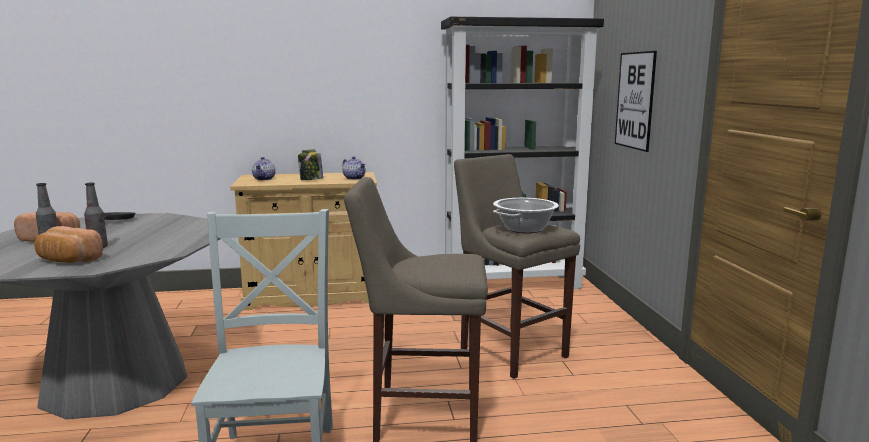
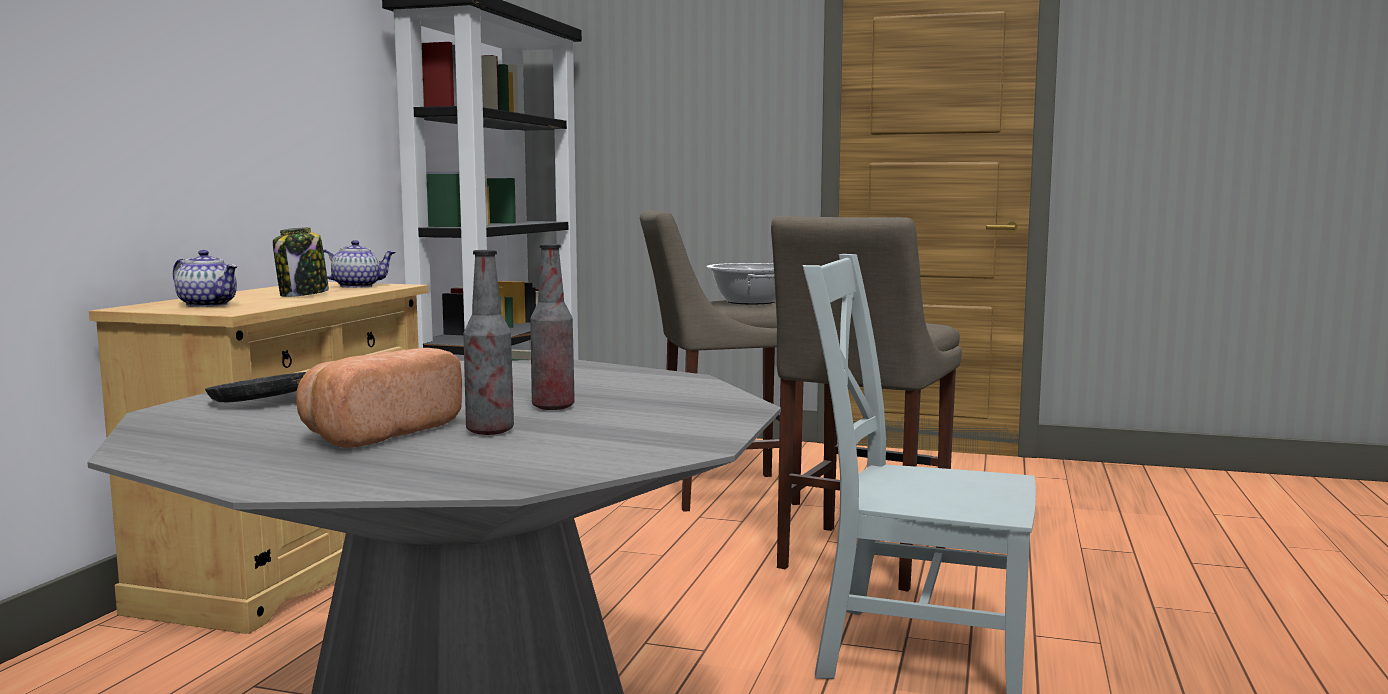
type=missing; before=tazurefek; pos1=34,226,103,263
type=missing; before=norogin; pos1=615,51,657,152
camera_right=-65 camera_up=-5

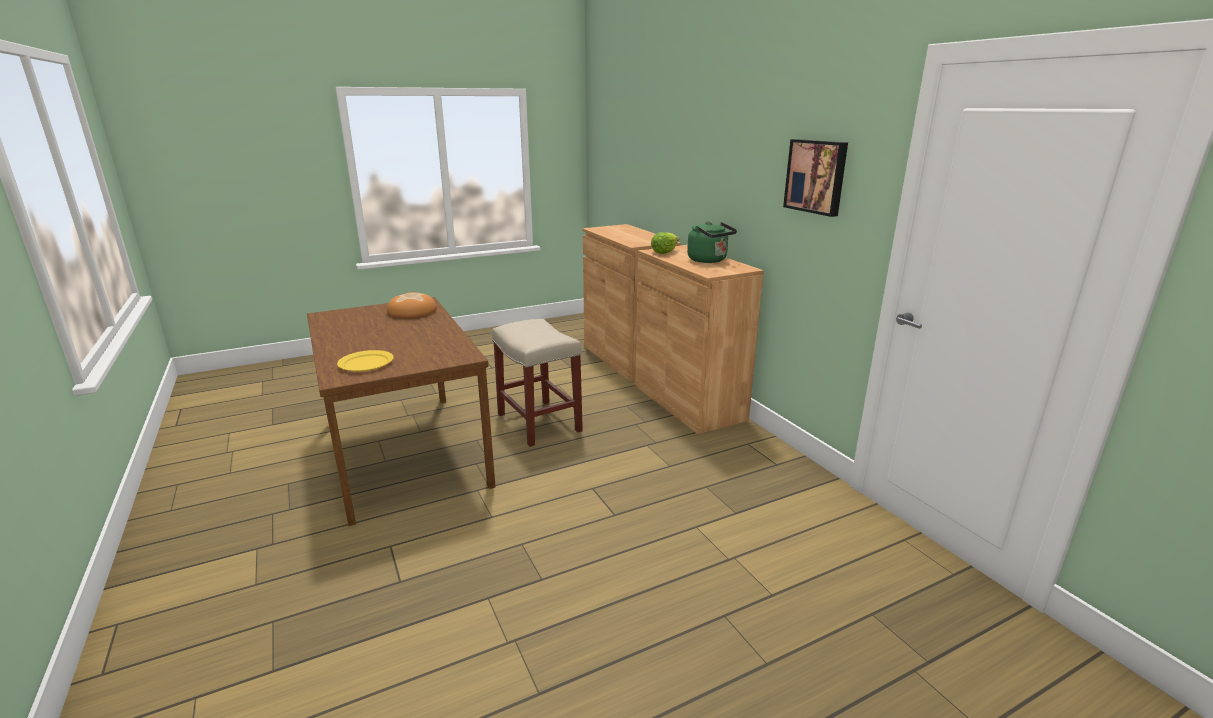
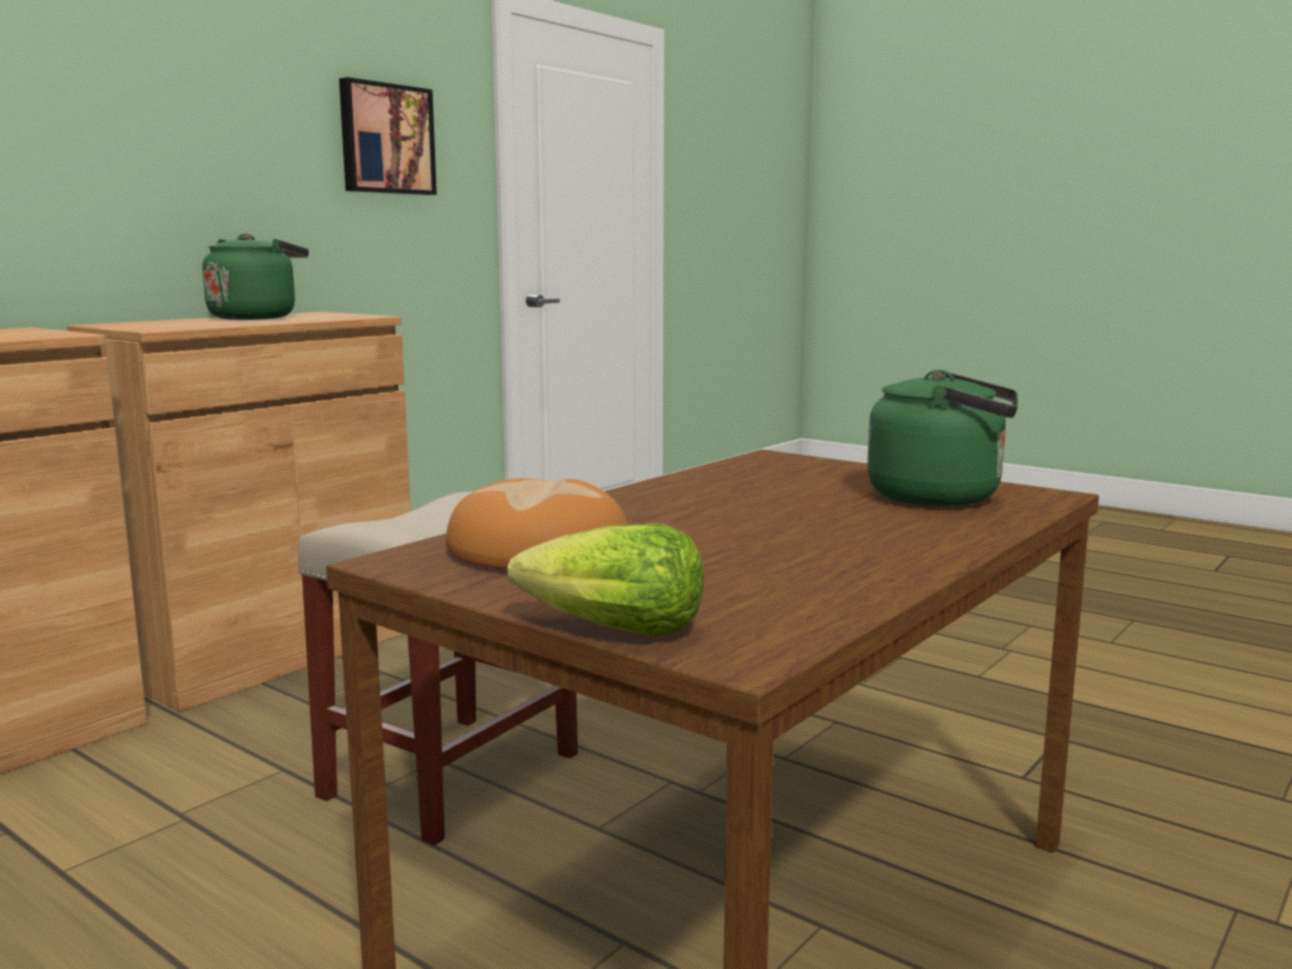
type=exchanged; before=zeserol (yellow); after=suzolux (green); pos1=337,350,394,372; pos2=867,370,1018,506
type=relocated; before=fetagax; pos1=651,232,679,254; pos2=507,523,704,636
camera_right=-115 camera_up=-10

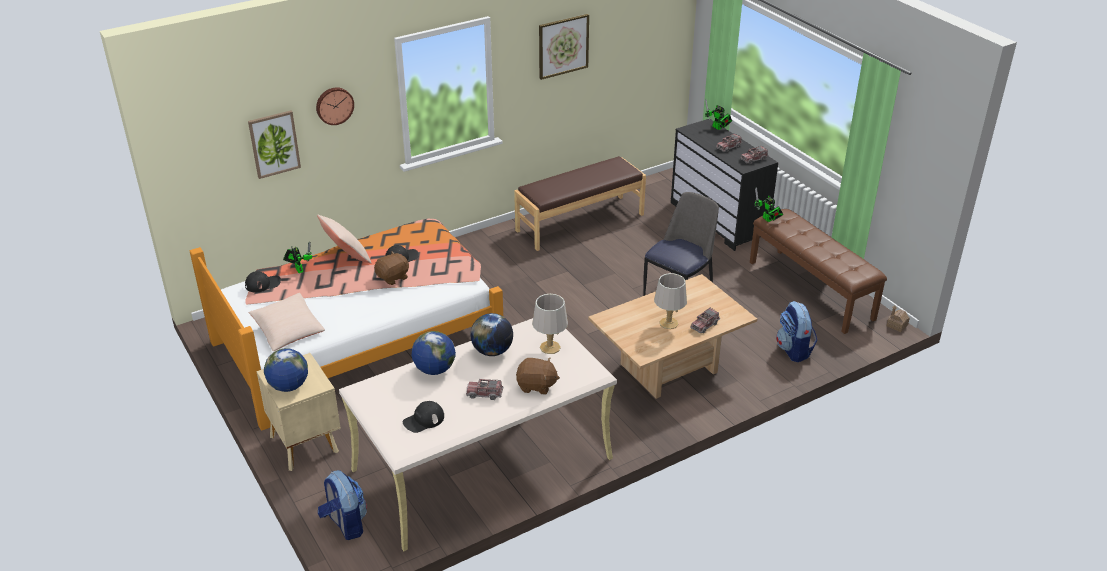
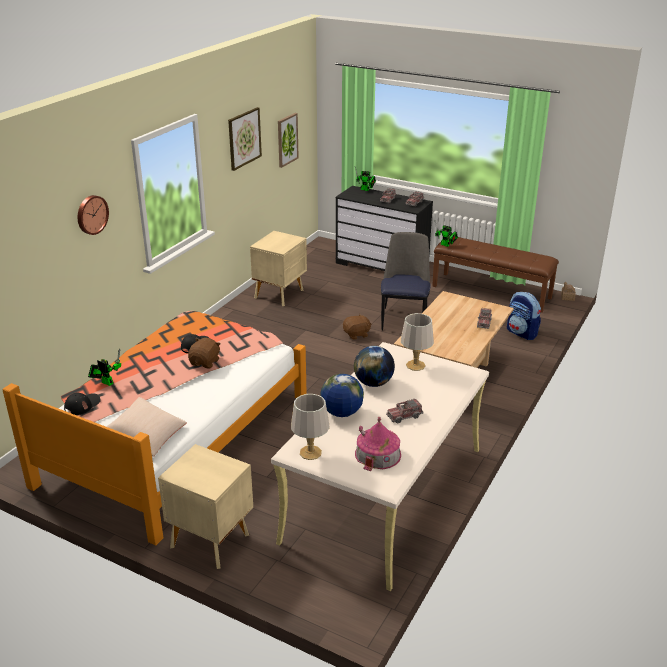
type=relocated; before=norogin; pos1=248,111,301,179; pos2=278,113,299,168
type=missing; before=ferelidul; pos1=264,348,308,392
type=missing; before=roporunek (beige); pos1=317,215,371,264
type=missing; before=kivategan; pos1=318,470,367,540
type=exchanged; before=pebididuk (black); after=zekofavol; pos1=403,401,444,433; pos2=355,417,401,471
type=exchanged; before=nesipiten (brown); after=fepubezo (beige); pos1=514,156,646,251; pos2=250,231,307,306
type=relocated; before=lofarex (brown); pos1=516,358,560,394; pos2=343,314,371,340
type=relocated; before=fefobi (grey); pos1=654,273,687,329; pos2=291,394,330,460
camera_right=-30 camera_up=-5

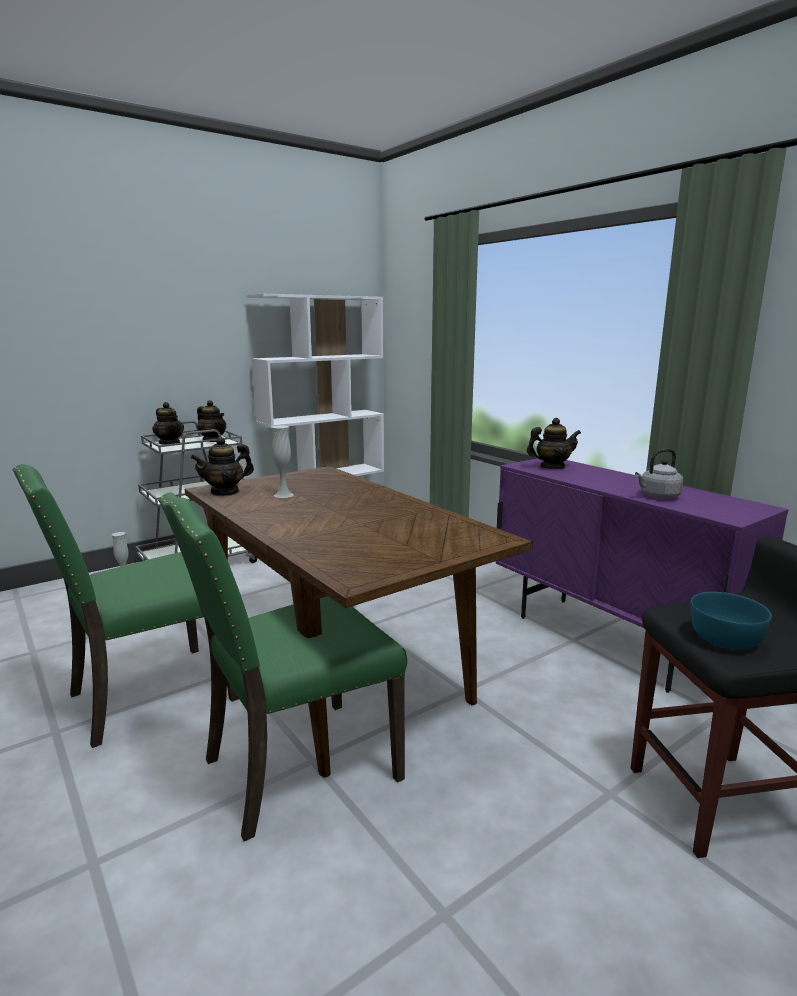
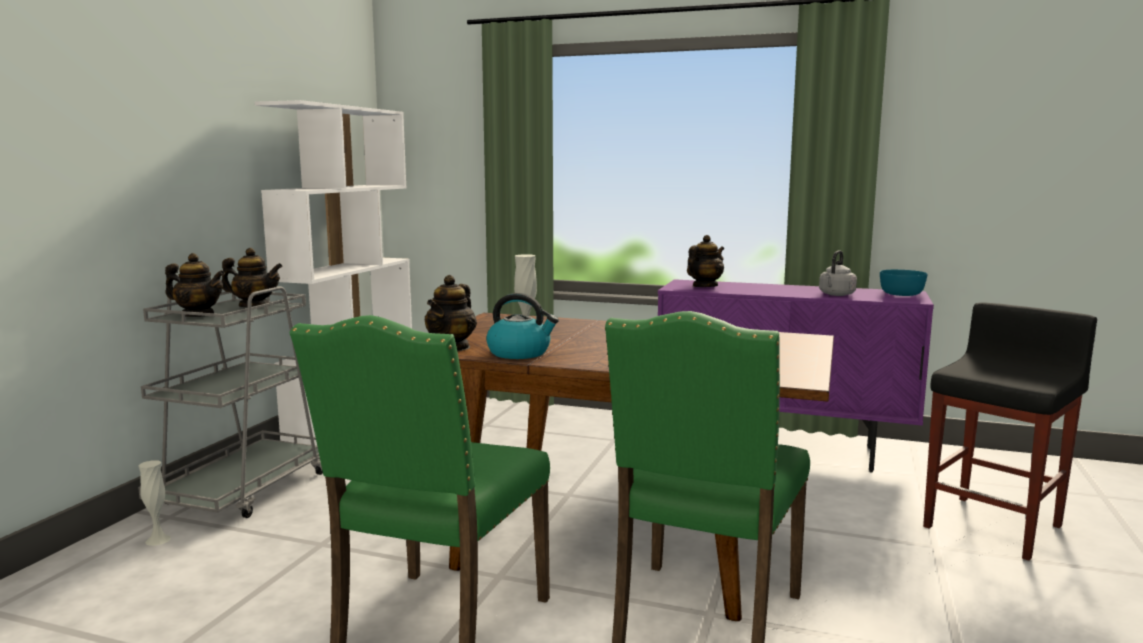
type=relocated; before=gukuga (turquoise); pos1=691,592,772,649; pos2=880,270,928,296
type=appeared; after=suzolux; pos2=486,293,559,359
camera_right=-35 camera_up=-5

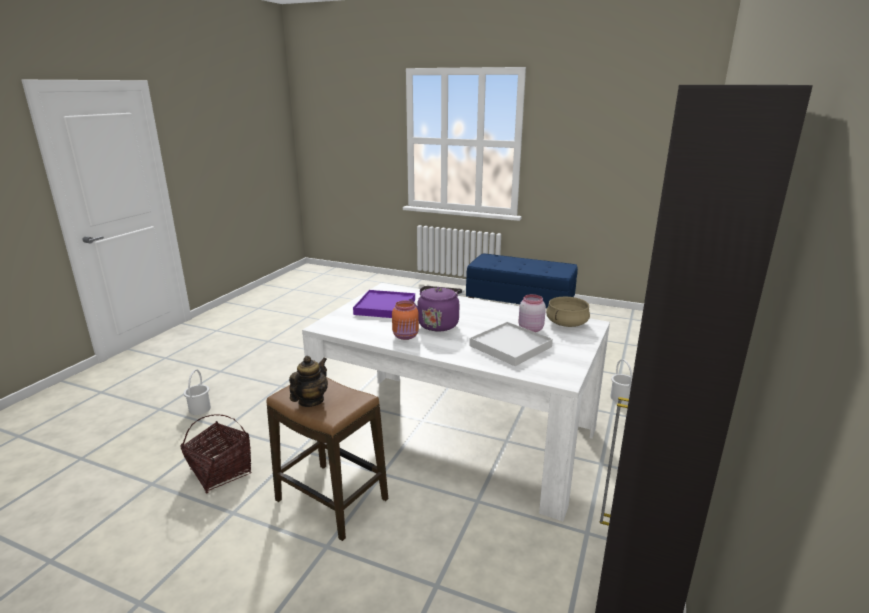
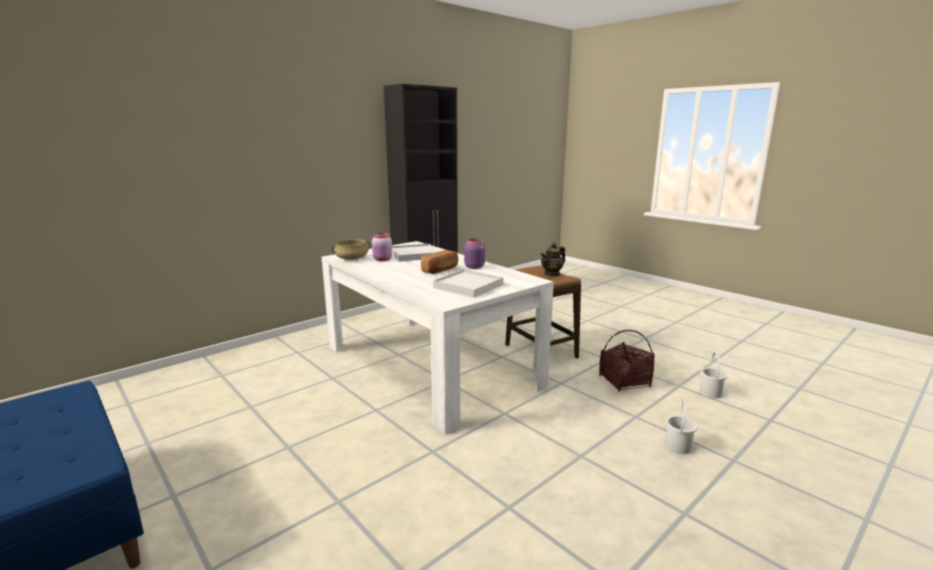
type=colour; before=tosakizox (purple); after=tosakizox (white); pos1=353,290,415,318; pos2=433,270,504,298
type=colour; before=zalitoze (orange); after=zalitoze (purple); pos1=392,300,419,340; pos2=464,239,485,269
type=exchanged; before=suzolux (purple); after=tazurefek; pos1=409,286,462,331; pos2=421,250,458,274
type=relocated; before=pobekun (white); pos1=610,359,633,403; pos2=699,352,727,398
camera_right=-155 camera_up=-5

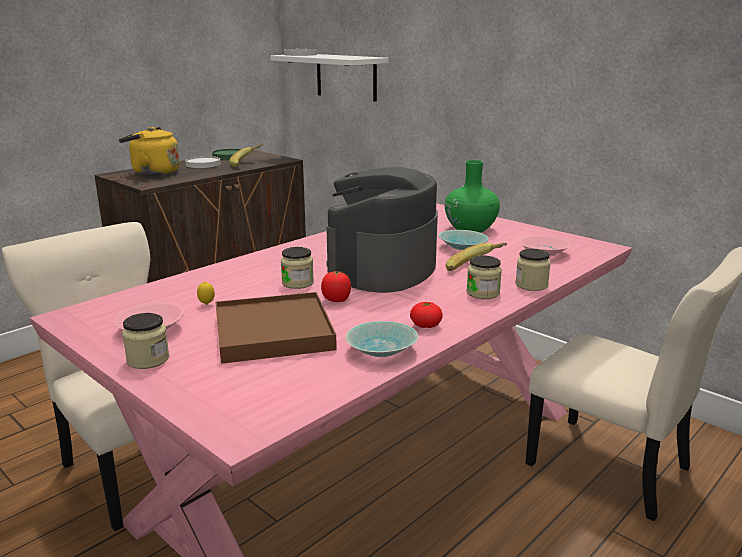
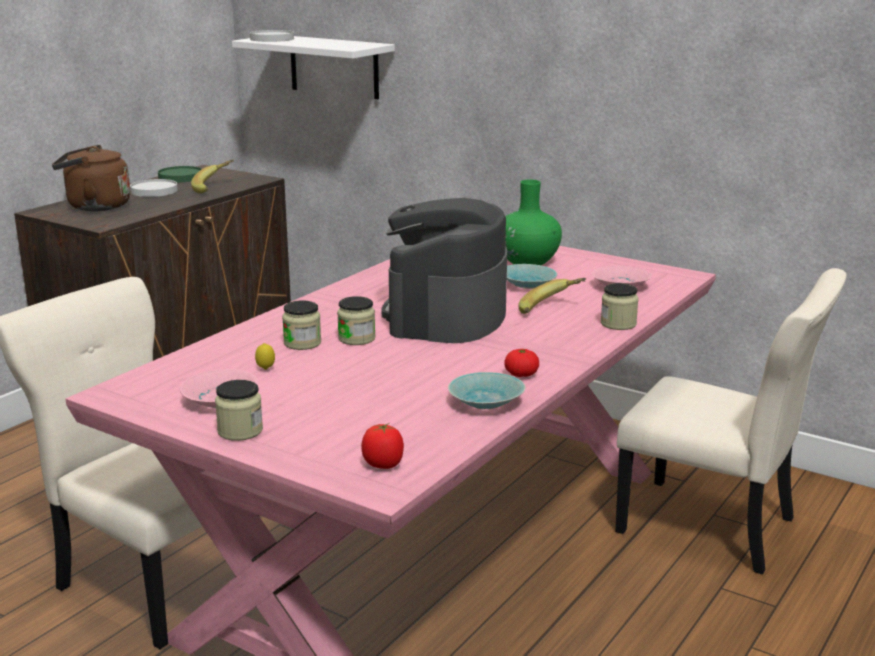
type=colour; before=suzolux (yellow); after=suzolux (brown); pos1=119,127,180,176; pos2=52,145,130,211
type=missing; before=tosakizox (brown); pos1=215,292,337,364
type=relocated; before=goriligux; pos1=321,271,351,302; pos2=361,423,404,469
type=relocated; before=zalitoze; pos1=467,255,502,299; pos2=282,300,321,350
camera_right=-10 camera_up=0

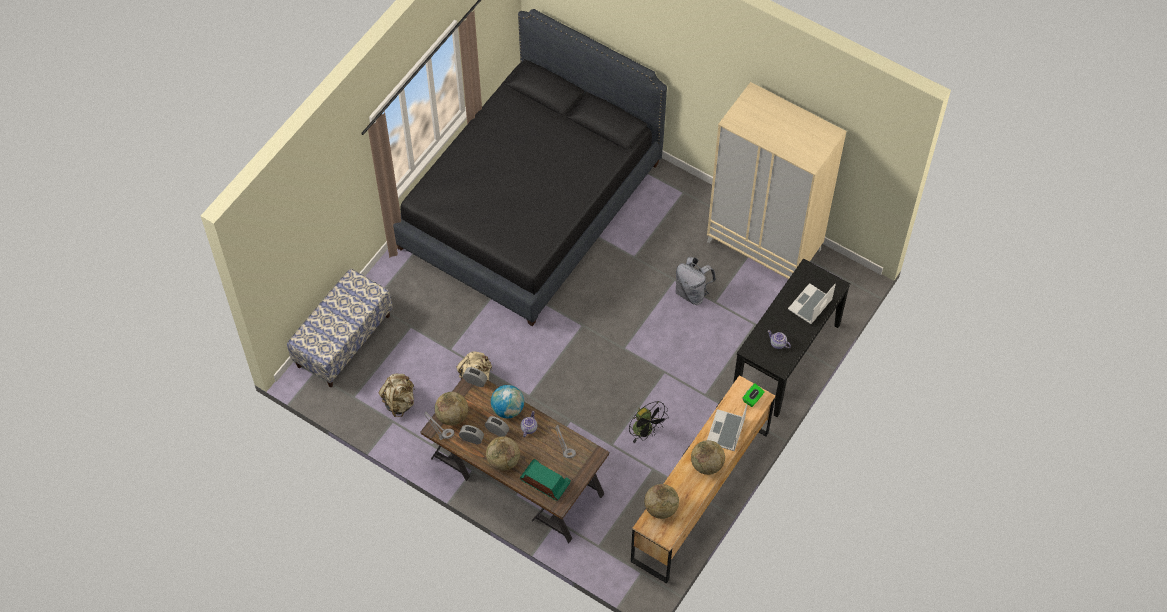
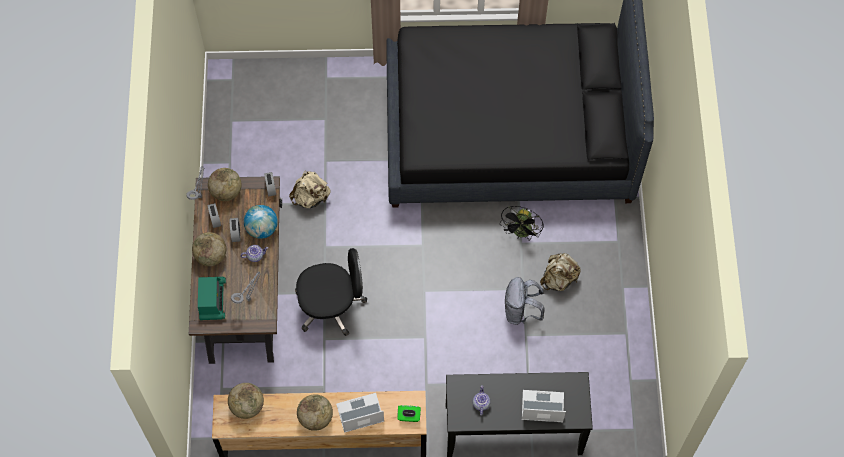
type=missing; before=nesipiten; pos1=287,269,393,387
type=relocated; before=kivategan (beige); pos1=379,374,415,417; pos2=540,253,581,291
type=relocated; before=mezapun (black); pos1=629,401,669,443; pos2=500,206,544,241
type=missing; before=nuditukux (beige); pos1=707,82,846,279
type=appeared; after=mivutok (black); pos2=295,248,367,336
camera_right=55 camera_up=5

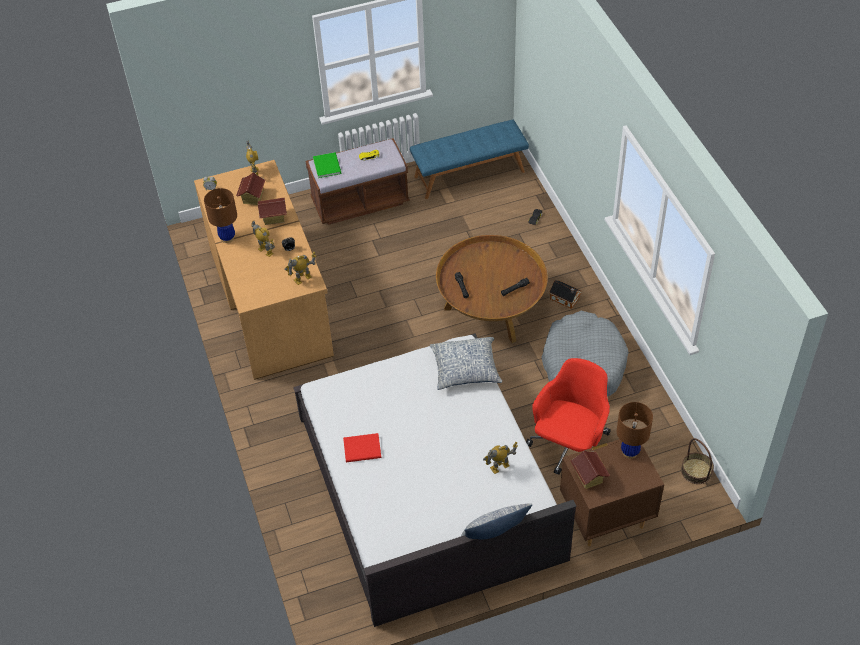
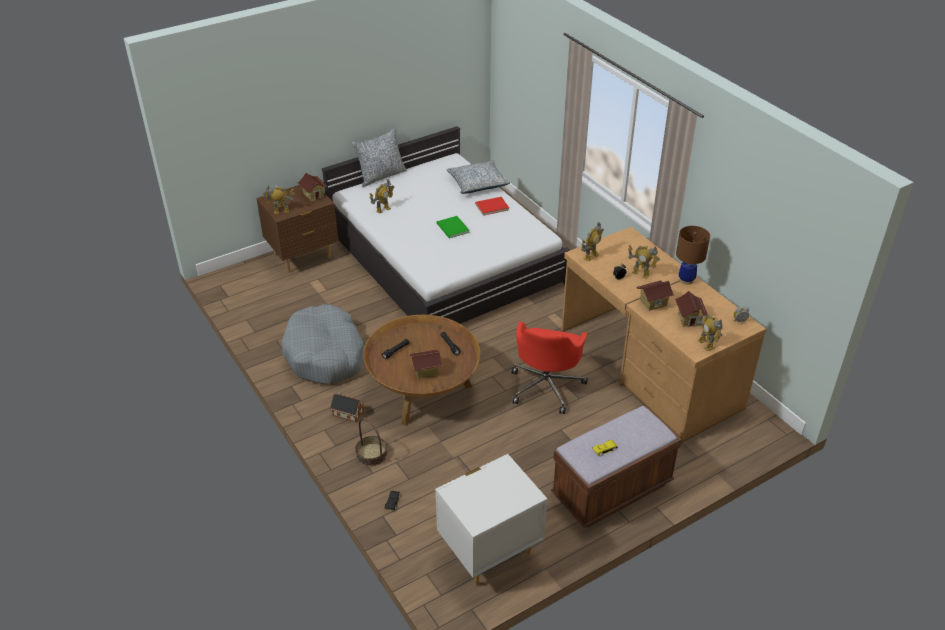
type=relocated; before=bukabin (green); pos1=313,152,341,178; pos2=437,216,470,239
type=exchanged; before=nesipiten (blue); after=fepubezo (white); pos1=410,120,529,199; pos2=435,454,547,586
type=relocated; before=roporunek; pos1=430,337,502,390; pos2=446,160,510,194
type=relocated; before=mivutok (red); pos1=526,358,611,475; pos2=512,322,588,414
type=exchanged; before=fefobi (brown); after=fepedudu; pos1=617,402,653,459; pos2=263,185,294,214
type=relocated; before=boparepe; pos1=681,438,714,484; pos2=356,418,387,466
type=appeared; after=zekofavol; pos2=410,349,442,378
camera_right=165 camera_up=-10

